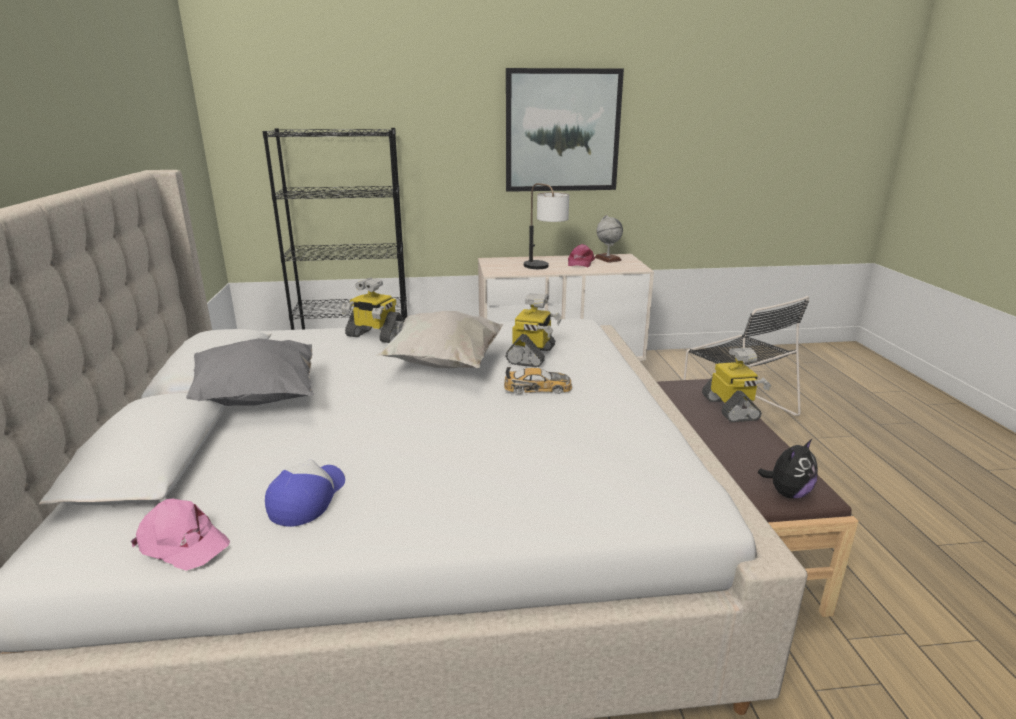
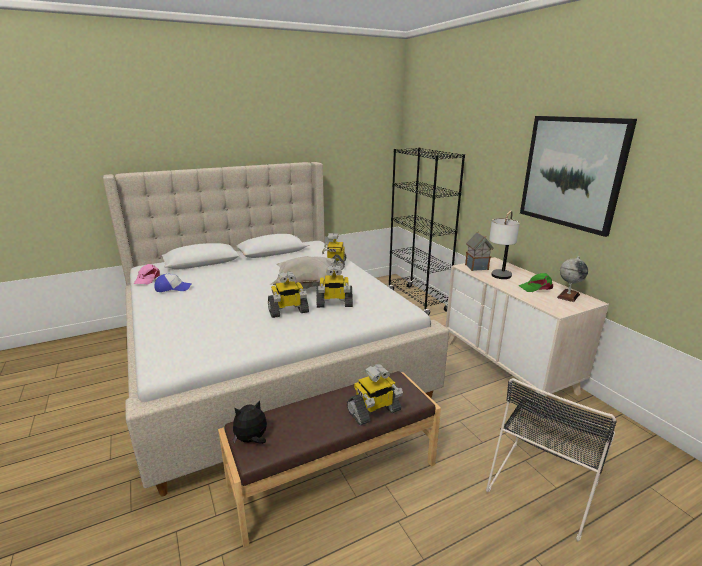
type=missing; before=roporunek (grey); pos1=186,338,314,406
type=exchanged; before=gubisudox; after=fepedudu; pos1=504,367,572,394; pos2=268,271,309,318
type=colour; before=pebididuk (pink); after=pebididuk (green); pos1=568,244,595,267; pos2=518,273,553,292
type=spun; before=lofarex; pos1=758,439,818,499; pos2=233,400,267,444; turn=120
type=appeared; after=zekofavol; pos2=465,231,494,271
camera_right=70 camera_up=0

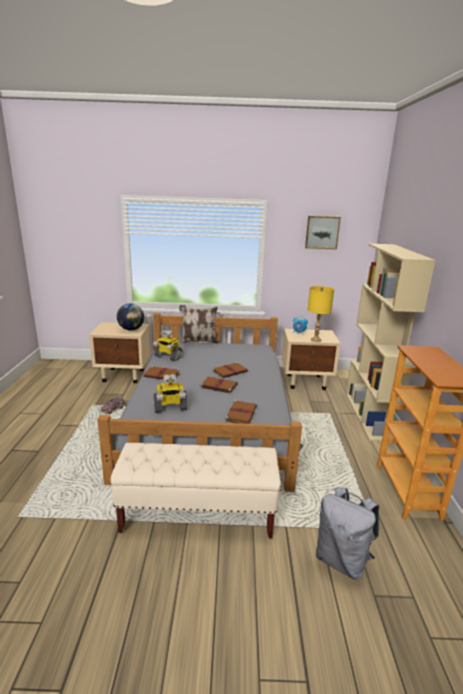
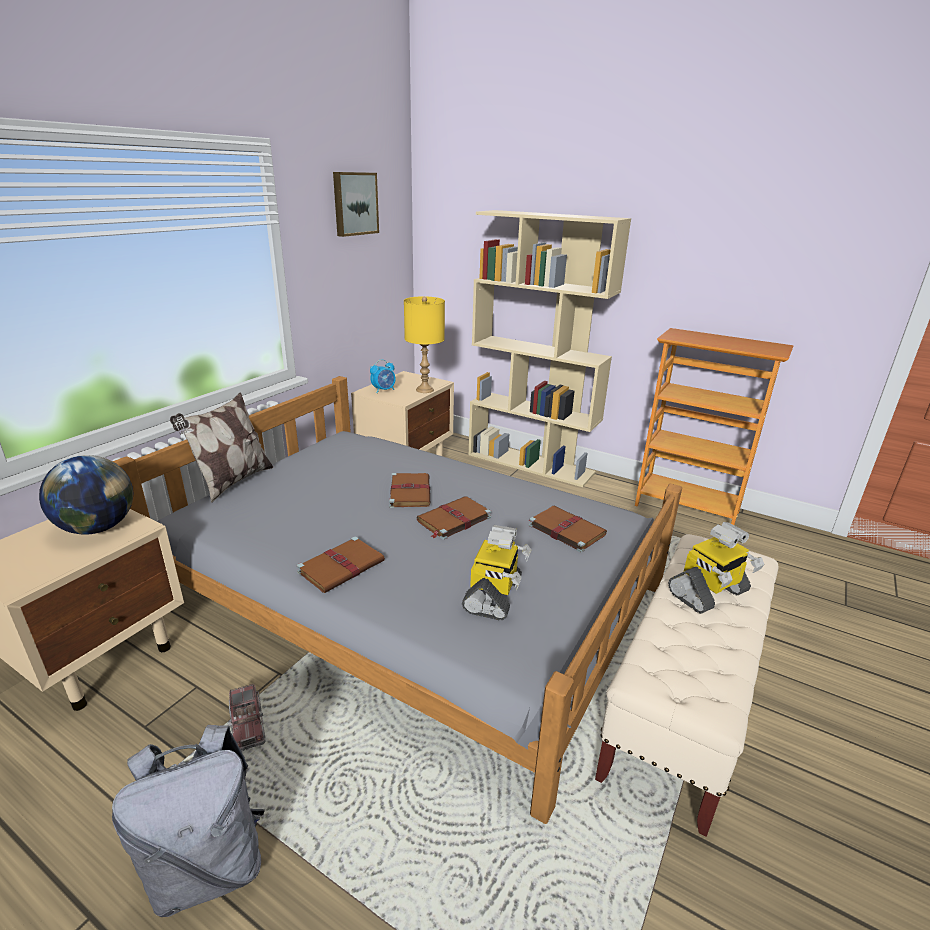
type=relocated; before=fepedudu; pos1=153,330,184,361; pos2=668,522,764,614
type=relocated; before=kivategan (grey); pos1=316,487,379,579; pos2=112,725,265,917
camera_right=-60 camera_up=5

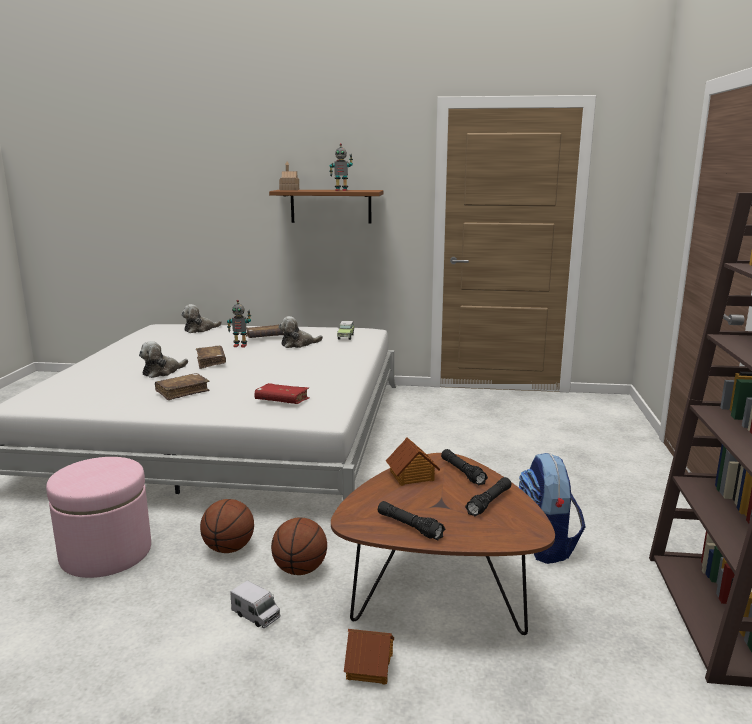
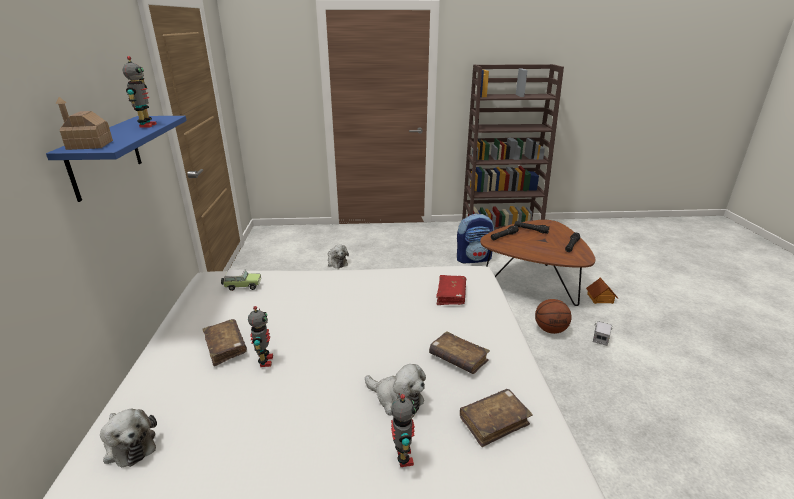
type=missing; before=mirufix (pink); pos1=46,457,151,578
type=relocated; before=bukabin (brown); pos1=196,346,226,369; pos2=460,389,533,447
type=missing; before=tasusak; pos1=200,499,254,553
type=colour; before=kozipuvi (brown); after=kozipuvi (blue); pos1=269,190,384,224; pos2=46,116,187,202
type=relocated; before=lofarex; pos1=279,316,323,348; pos2=328,244,349,268
type=missing; before=zekofavol; pos1=386,437,440,486
type=appeared; after=fepedudu; pos2=391,393,416,467
camera_right=-100 camera_up=10

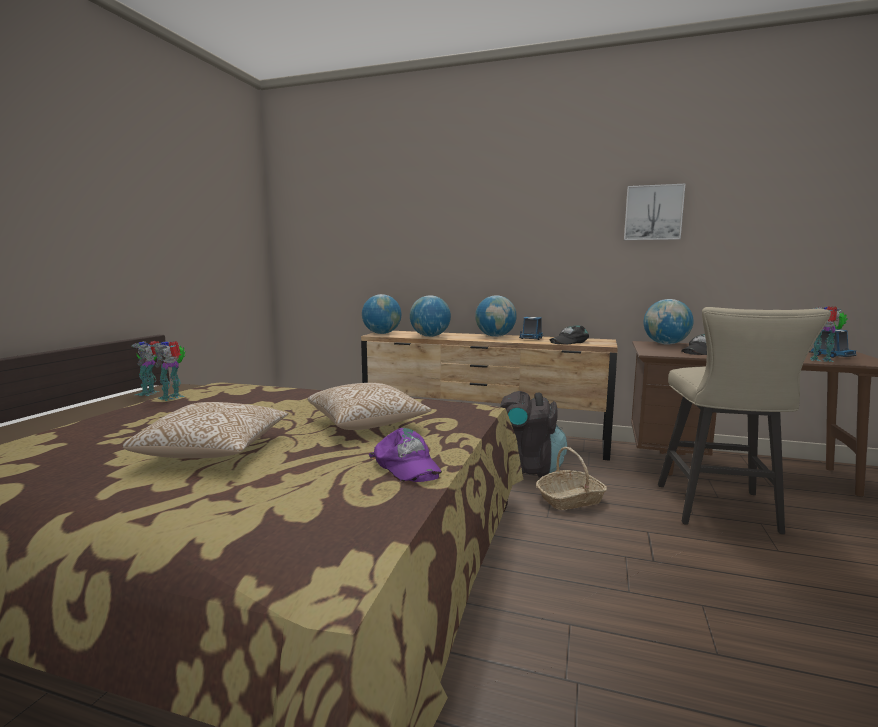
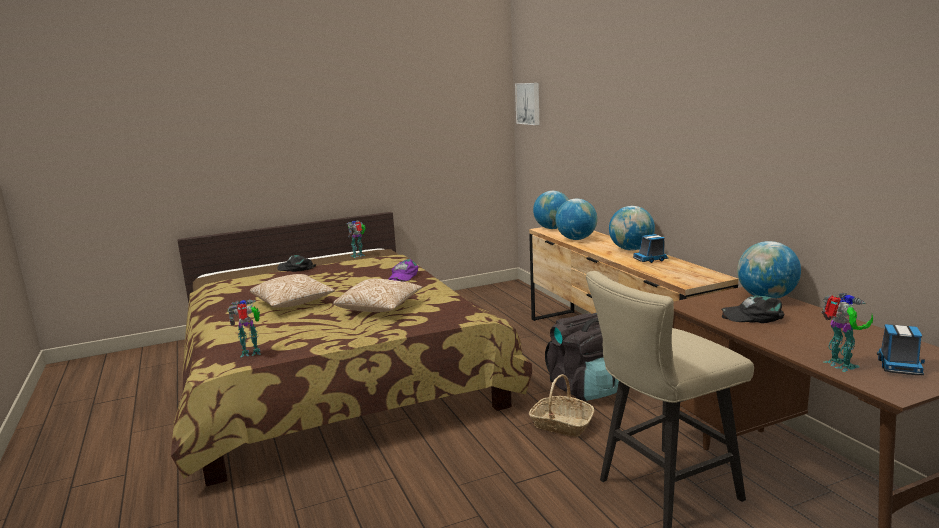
type=relocated; before=fepedudu; pos1=151,341,185,401; pos2=228,299,261,357
type=relocated; before=pebididuk (purple); pos1=369,428,442,482; pos2=388,259,419,282
type=relocated; before=pebididuk (black); pos1=550,326,589,344; pos2=278,255,316,272
type=relocated; before=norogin; pos1=624,184,685,240; pos2=515,83,539,125
camera_right=50 camera_up=5

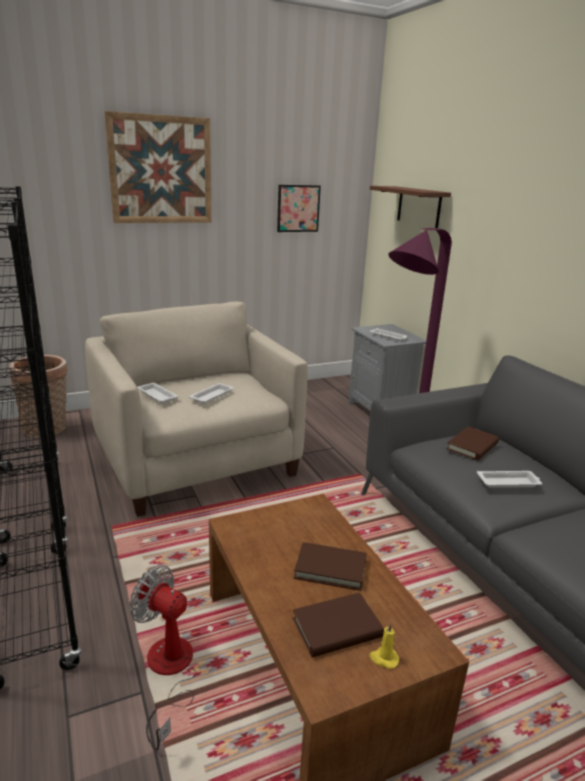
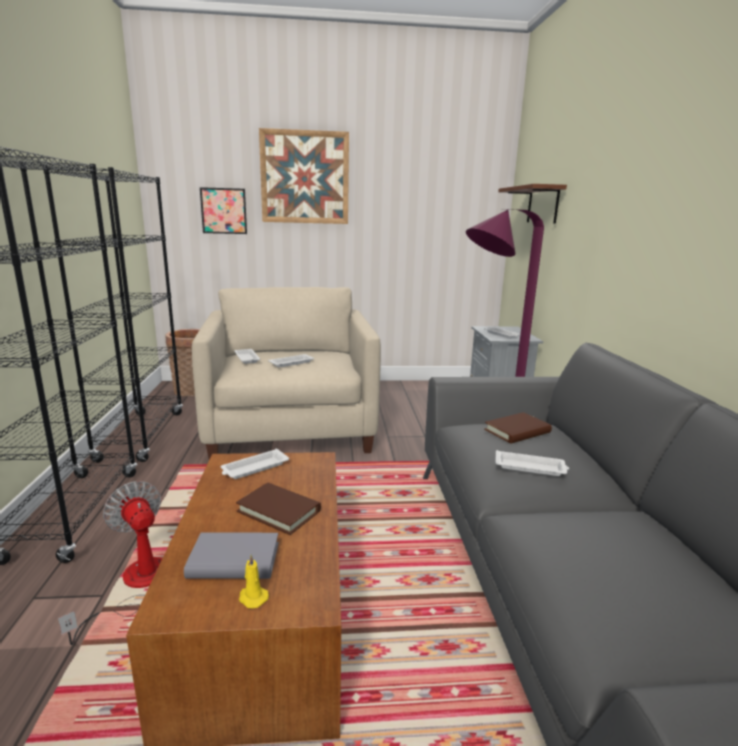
type=relocated; before=norogin; pos1=277,185,321,232; pos2=200,187,247,234
type=colour; before=bukabin (brown); after=bukabin (grey); pos1=292,592,384,657; pos2=184,532,279,579
type=appeared; after=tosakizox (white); pos2=221,449,289,479
camera_right=20 camera_up=-5

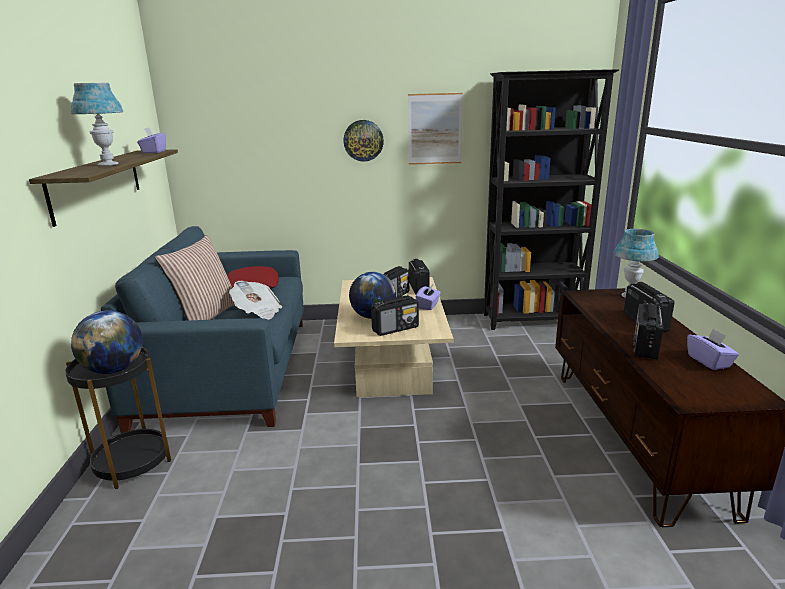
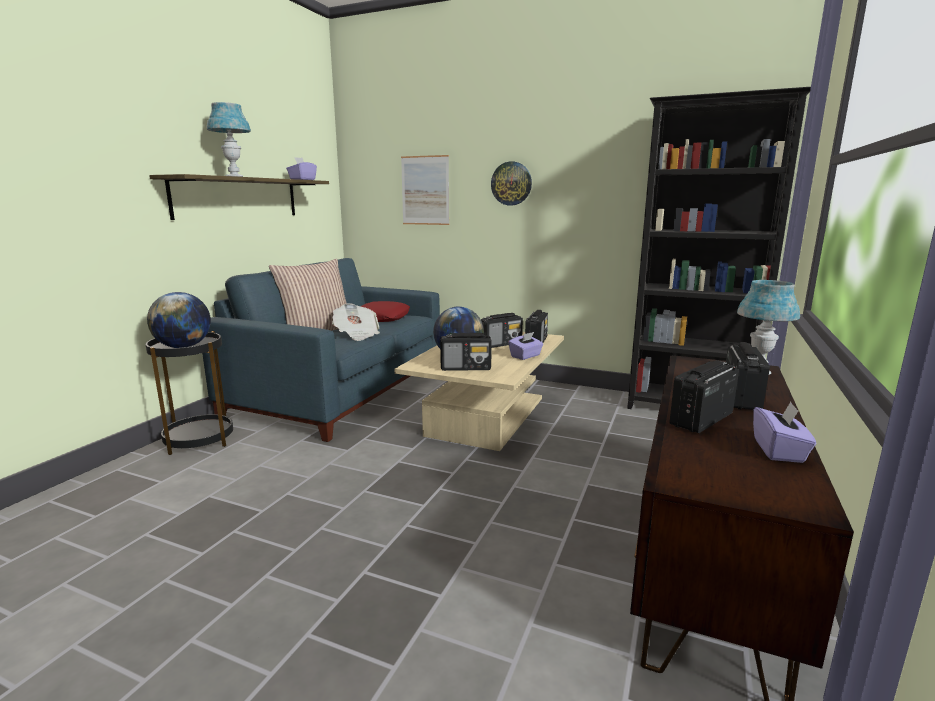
type=relocated; before=norogin; pos1=408,93,463,165; pos2=401,155,450,225
camera_right=25 camera_up=-5

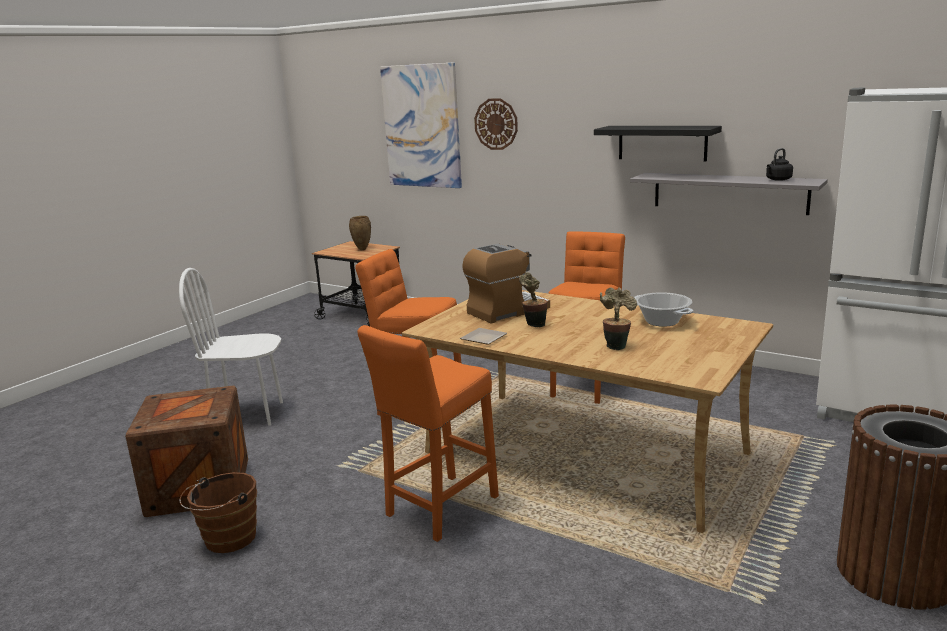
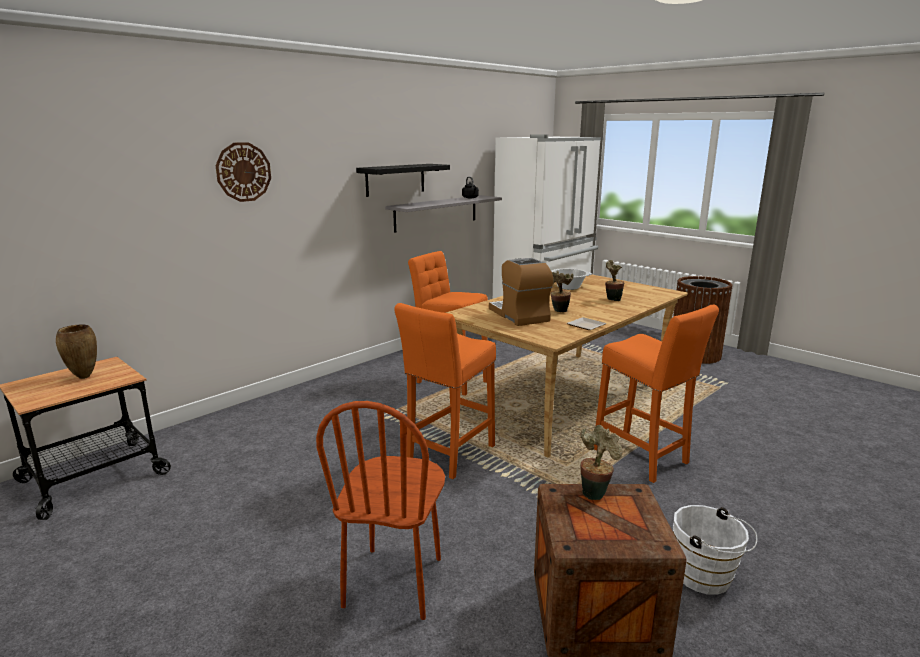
type=colour; before=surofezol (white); after=surofezol (brown); pos1=179,268,283,426; pos2=316,401,445,620
type=colour; before=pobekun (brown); after=pobekun (white); pos1=179,472,257,553; pos2=673,505,757,595
type=missing; before=norogin; pos1=380,62,462,188
type=appeared; after=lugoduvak; pos2=580,425,622,500
camera_right=-80 camera_up=0

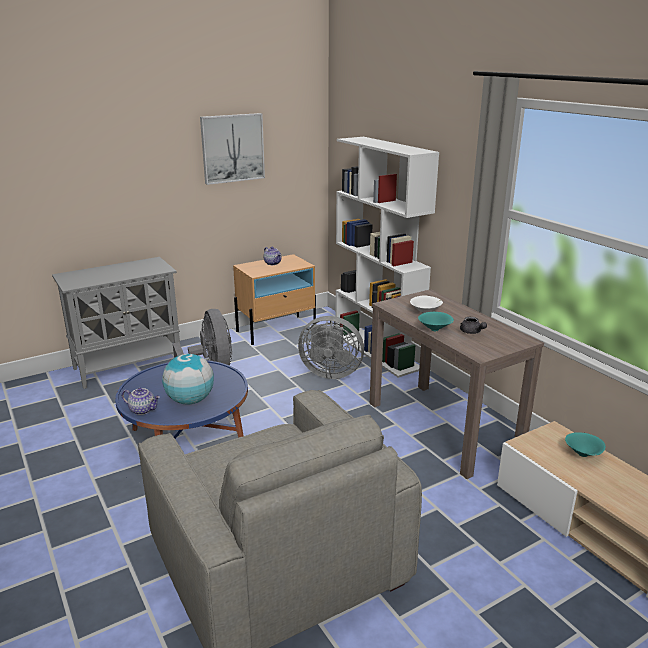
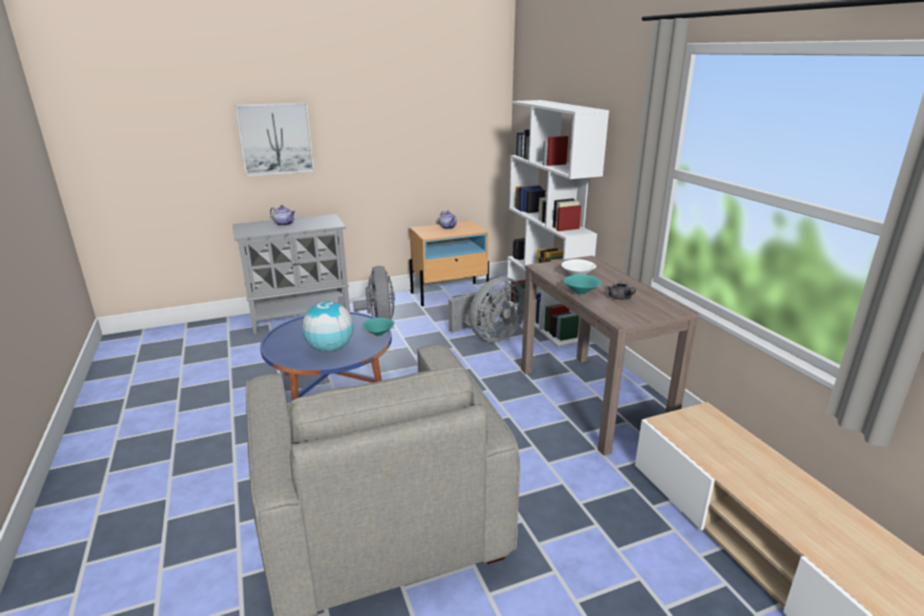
type=relocated; before=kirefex; pos1=122,388,160,415; pos2=270,205,295,226
type=relocated; before=norogin; pos1=200,113,265,185; pos2=235,103,314,176
type=spun; before=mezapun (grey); pos1=298,316,364,379; pos2=448,277,525,342; turn=-60
type=relocated; before=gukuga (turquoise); pos1=565,432,606,457; pos2=362,318,394,336
camera_right=10 camera_up=0

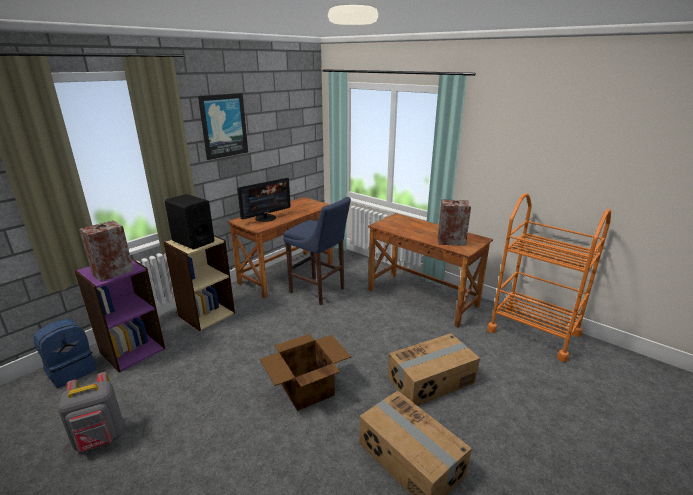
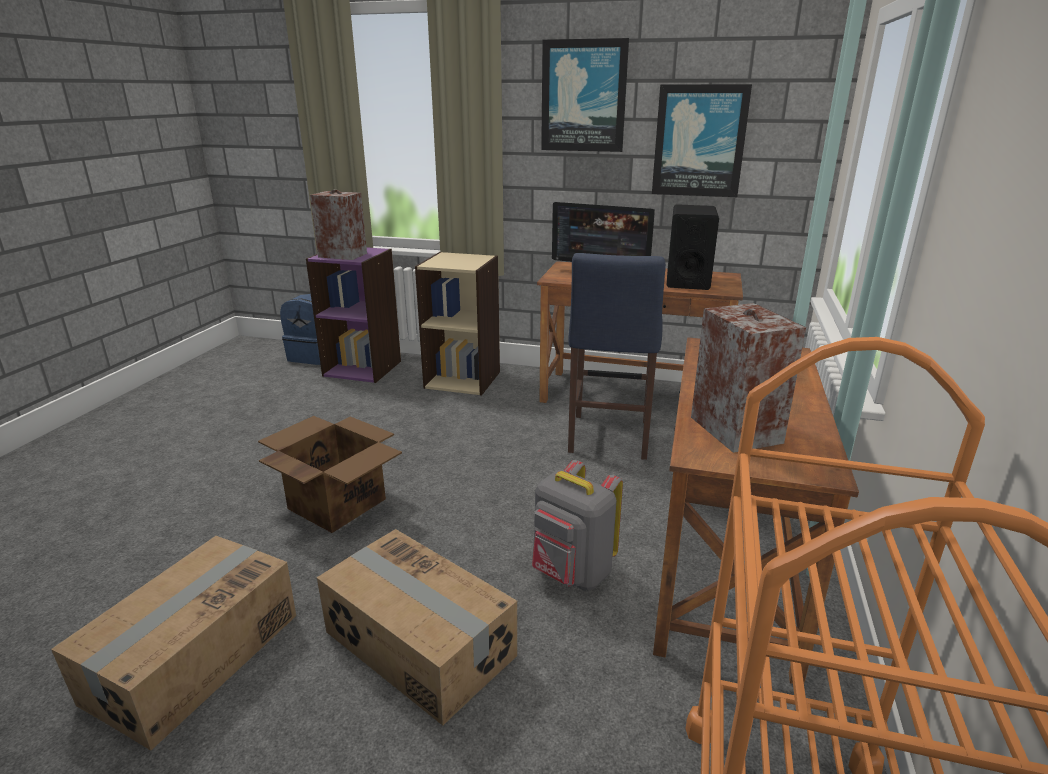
type=relocated; before=kivategan (grey); pos1=58,372,123,452; pos2=532,460,623,591
type=relocated; before=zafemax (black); pos1=165,194,214,249; pos2=667,204,719,290
type=appeared; after=norogin; pos2=652,84,752,197
camera_right=65 camera_up=0

